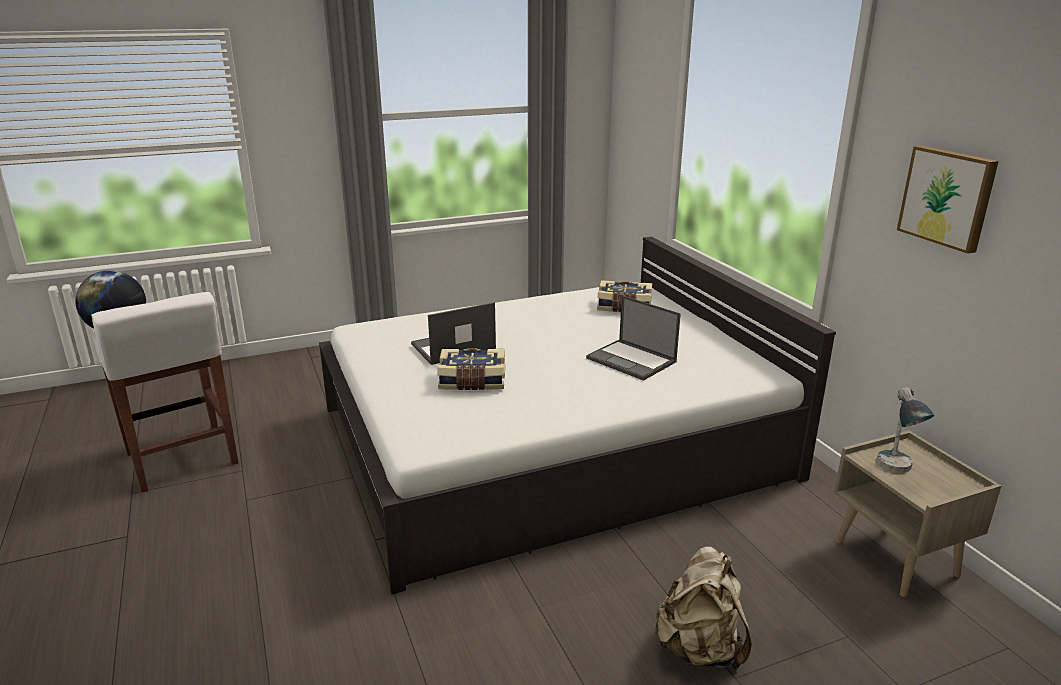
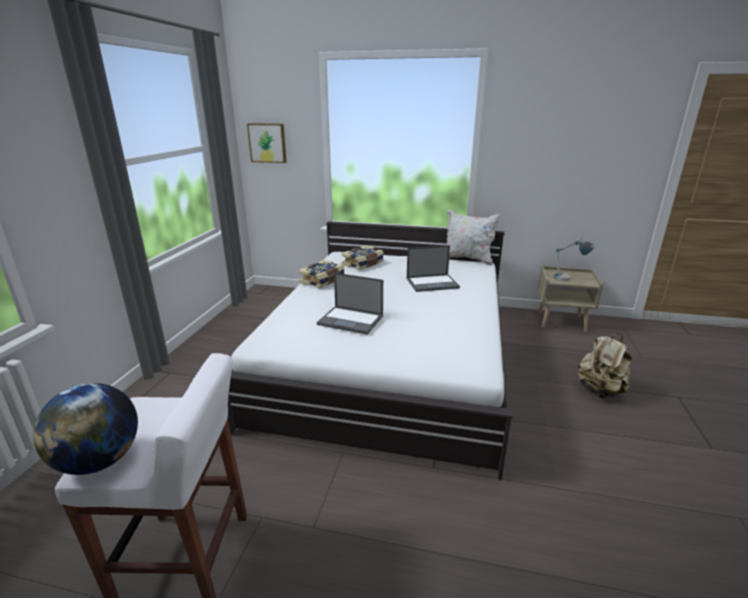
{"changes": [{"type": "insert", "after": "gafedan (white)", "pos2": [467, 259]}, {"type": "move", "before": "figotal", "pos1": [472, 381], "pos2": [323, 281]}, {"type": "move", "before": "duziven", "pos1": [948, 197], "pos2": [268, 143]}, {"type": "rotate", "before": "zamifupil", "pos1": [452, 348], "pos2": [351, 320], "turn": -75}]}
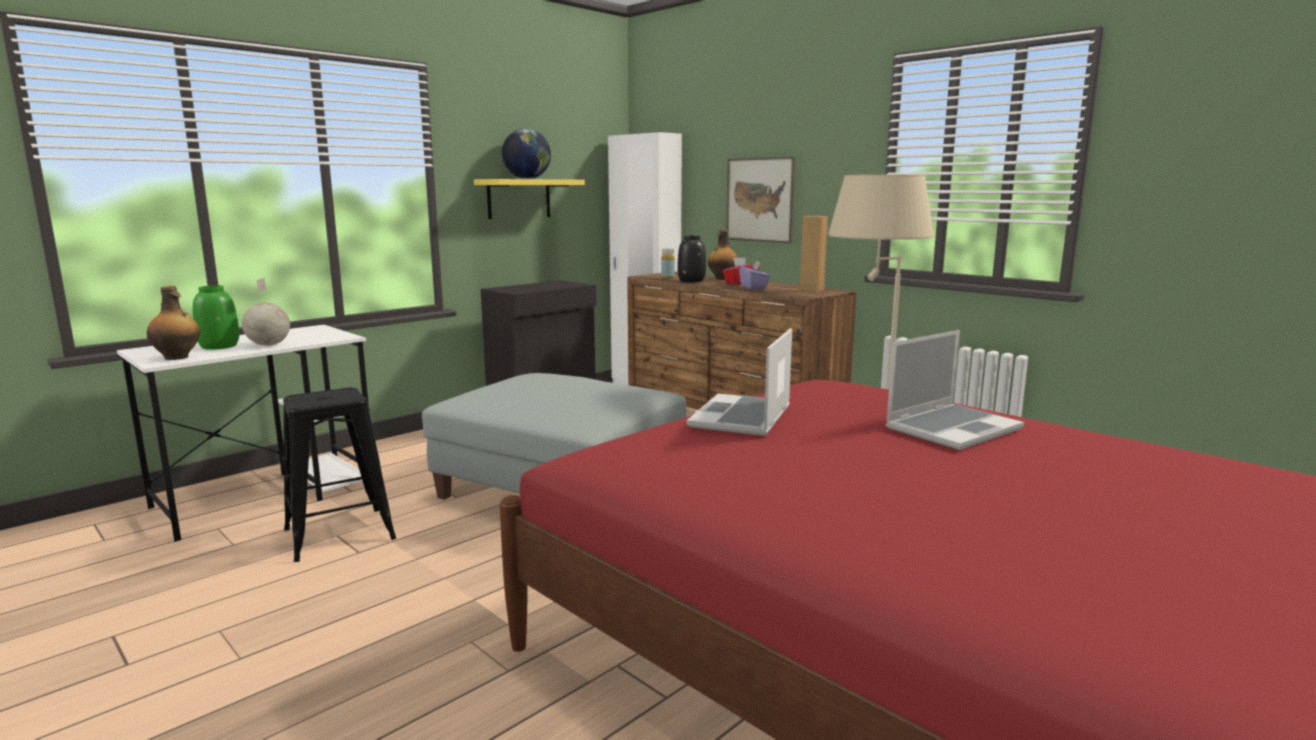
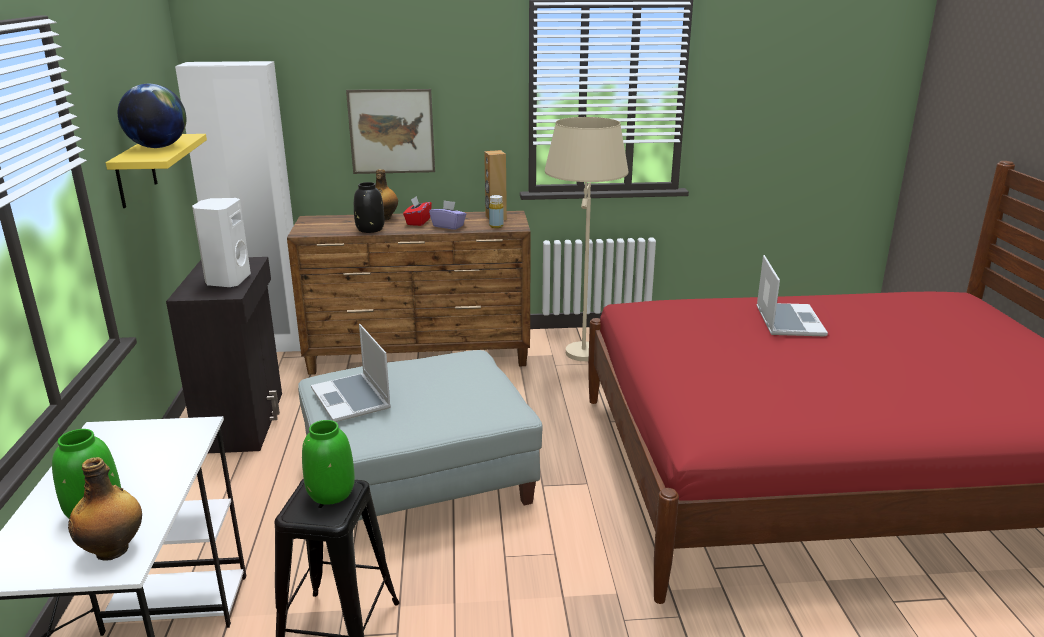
{"changes": [{"type": "delete", "before": "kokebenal", "pos1": [268, 345]}, {"type": "insert", "after": "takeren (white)", "pos2": [227, 280]}, {"type": "insert", "after": "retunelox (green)", "pos2": [332, 493]}, {"type": "move", "before": "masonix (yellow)", "pos1": [667, 277], "pos2": [496, 226]}, {"type": "move", "before": "zamifupil", "pos1": [742, 418], "pos2": [352, 399]}]}
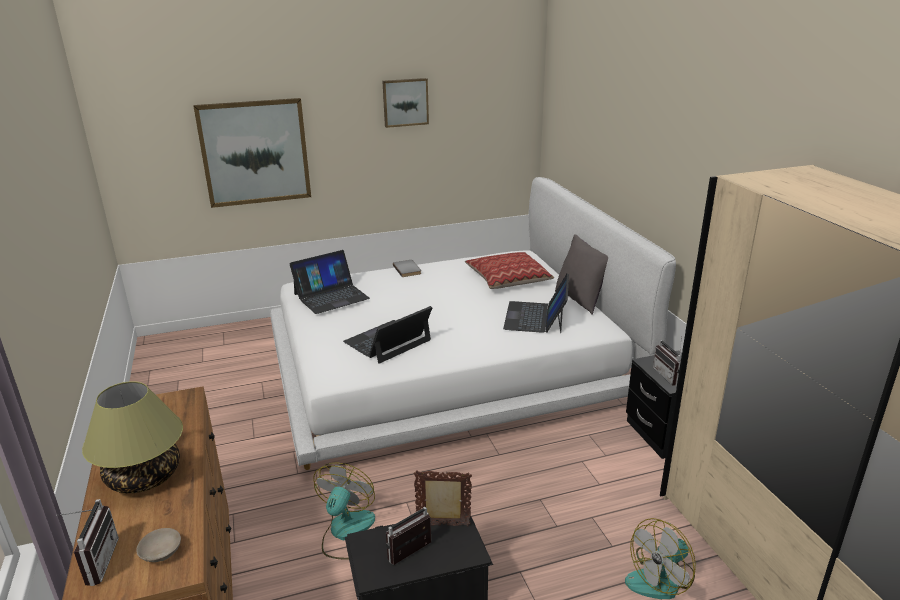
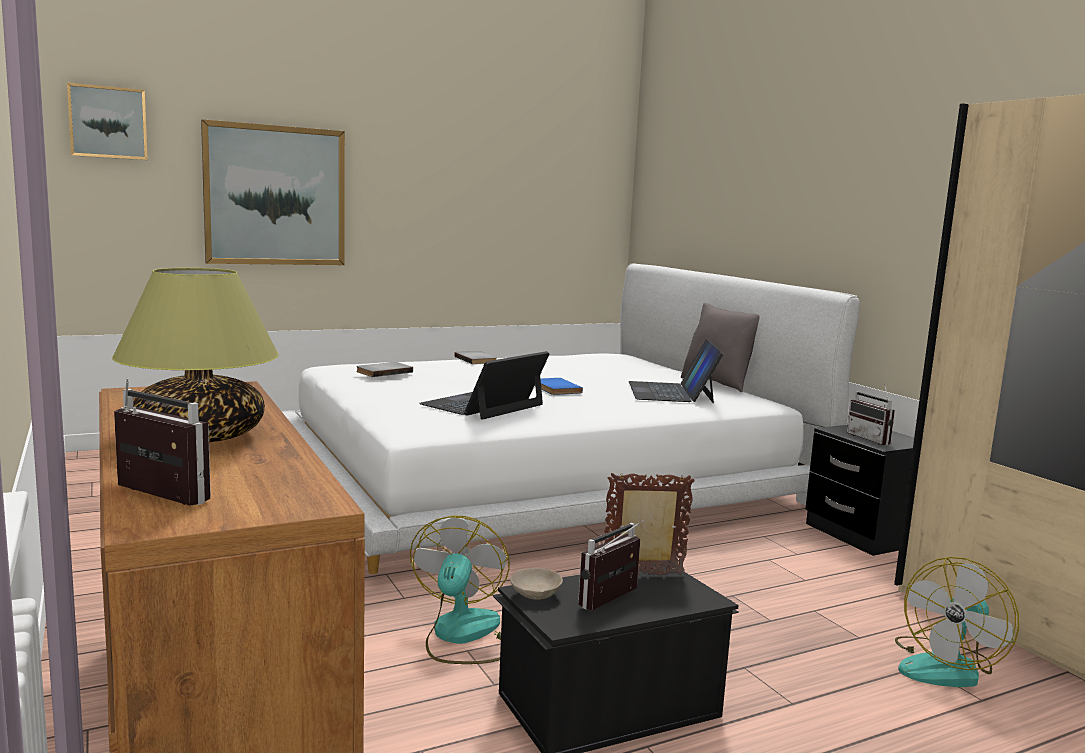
{"changes": [{"type": "delete", "before": "gafedan", "pos1": [507, 279]}, {"type": "insert", "after": "figotal (blue)", "pos2": [555, 389]}, {"type": "move", "before": "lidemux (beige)", "pos1": [162, 552], "pos2": [536, 593]}, {"type": "move", "before": "duziven", "pos1": [405, 102], "pos2": [108, 122]}, {"type": "replace", "before": "zamifupil", "after": "figotal (grey)", "pos1": [331, 296], "pos2": [383, 371]}, {"type": "rotate", "before": "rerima", "pos1": [95, 562], "pos2": [150, 498], "turn": -45}]}
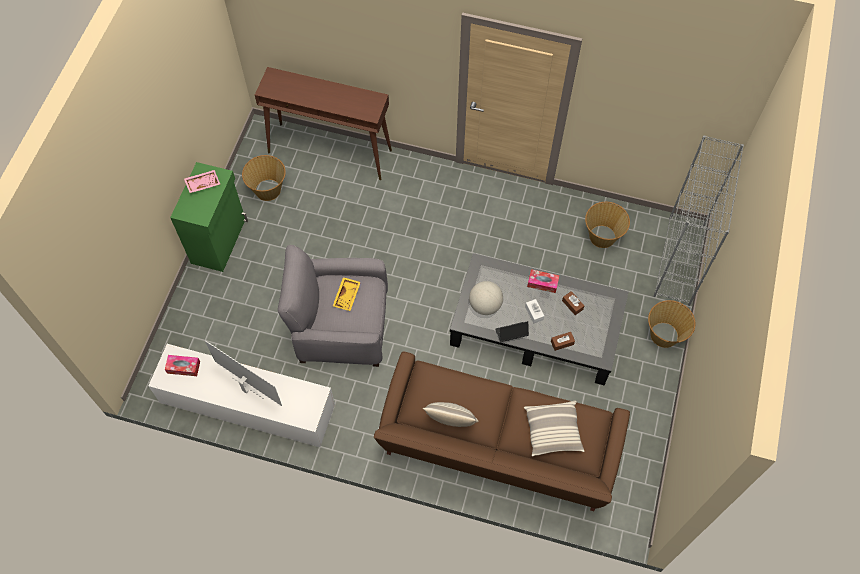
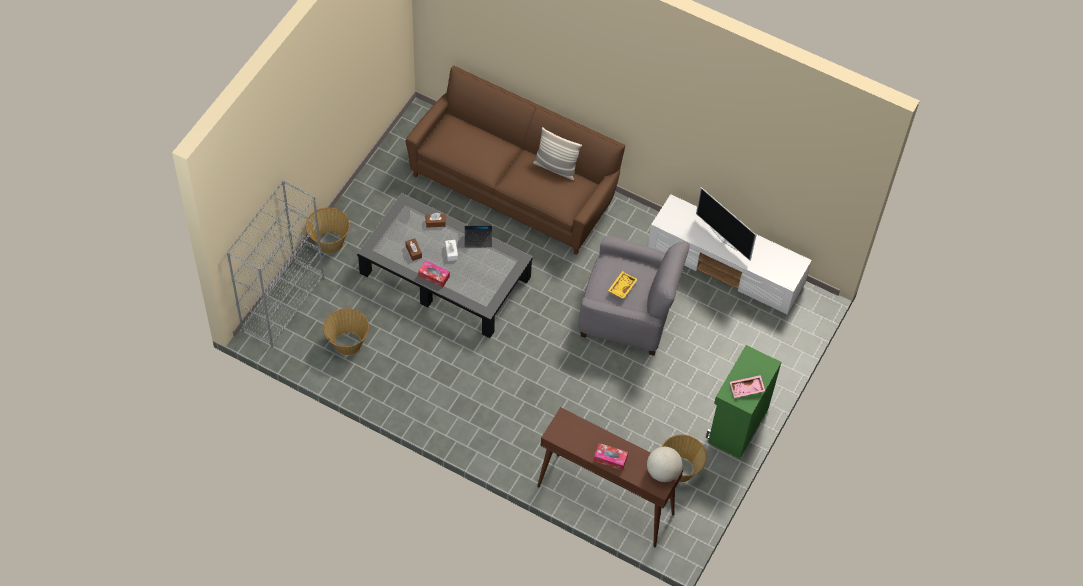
{"changes": [{"type": "delete", "before": "gafedan", "pos1": [553, 432]}, {"type": "move", "before": "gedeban", "pos1": [183, 367], "pos2": [610, 459]}, {"type": "move", "before": "kokebenal", "pos1": [485, 305], "pos2": [663, 472]}]}
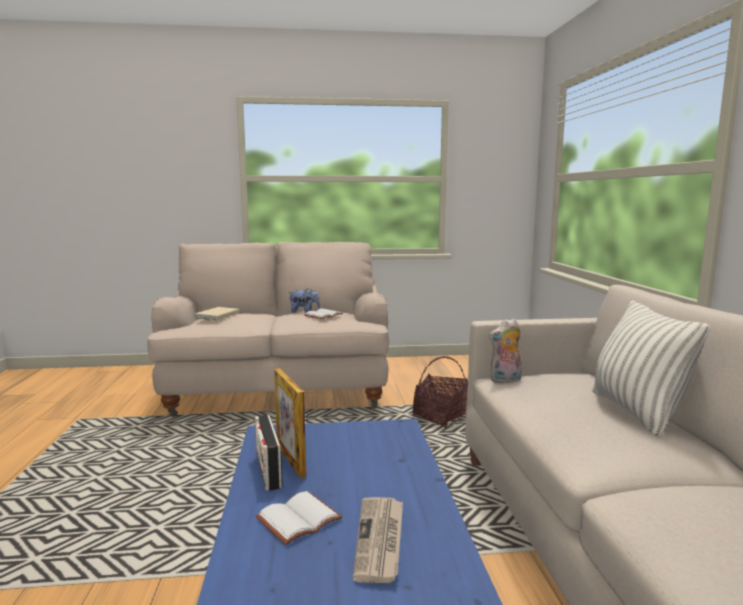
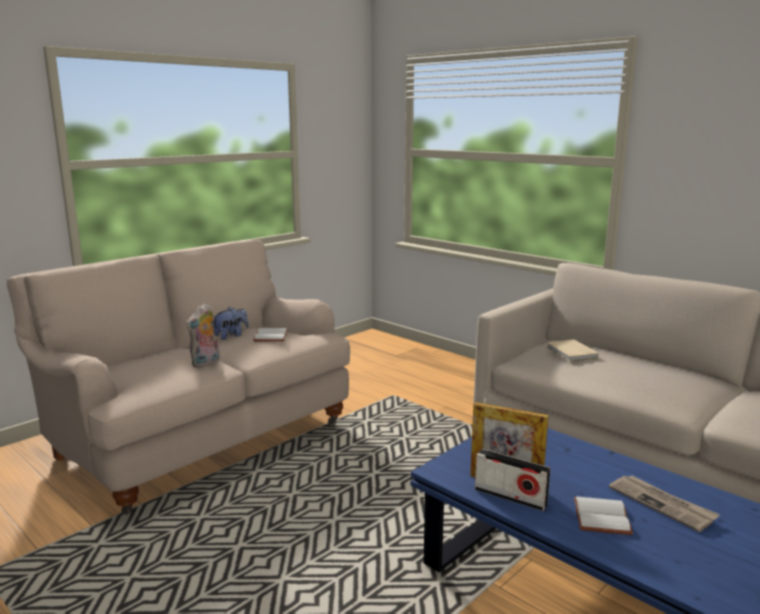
{"changes": [{"type": "delete", "before": "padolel", "pos1": [441, 417]}, {"type": "delete", "before": "gafedan", "pos1": [636, 412]}, {"type": "move", "before": "figotal (beige)", "pos1": [216, 315], "pos2": [571, 353]}, {"type": "move", "before": "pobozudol", "pos1": [505, 380], "pos2": [206, 363]}]}
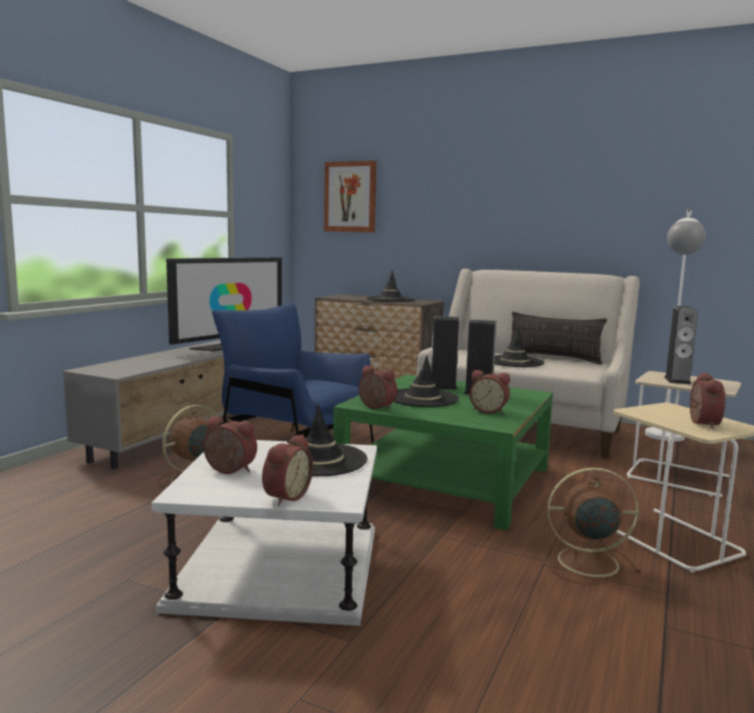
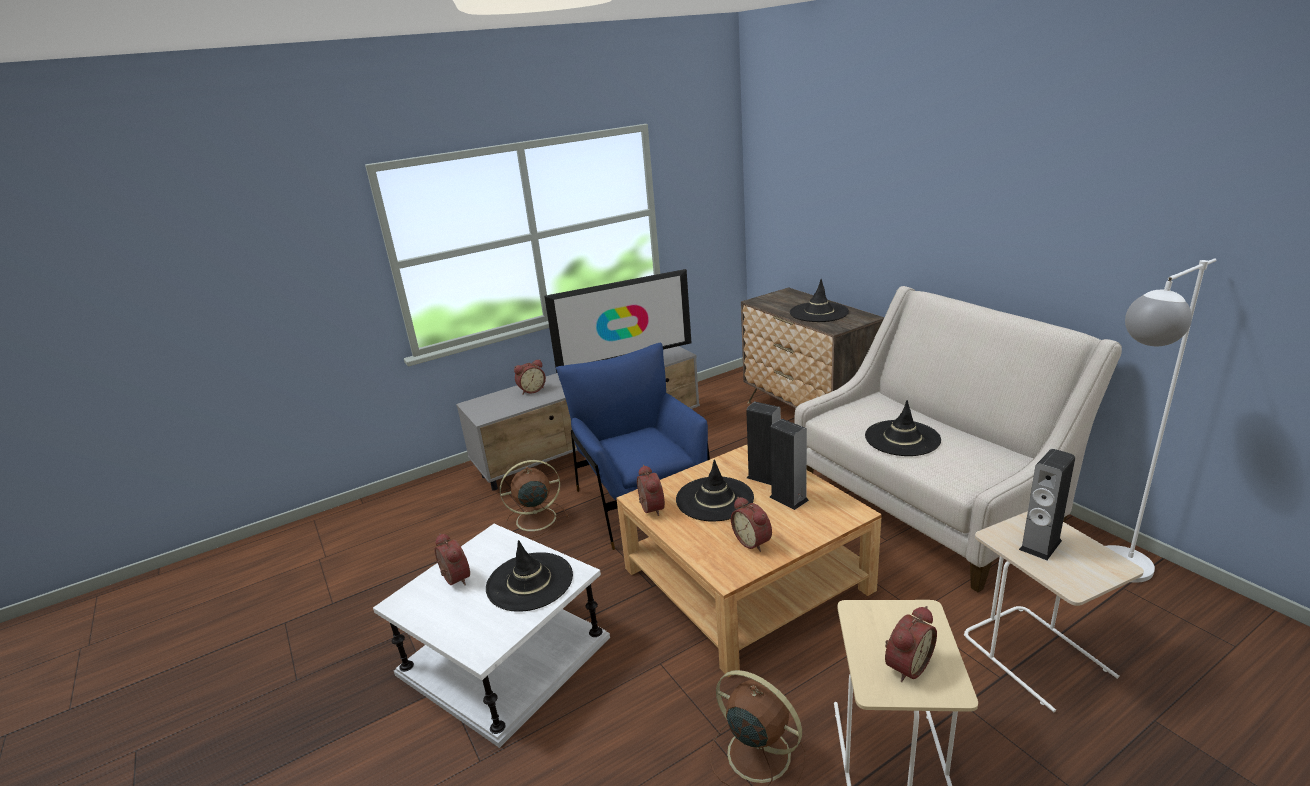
{"changes": [{"type": "delete", "before": "duziven", "pos1": [350, 197]}, {"type": "delete", "before": "gafedan", "pos1": [553, 358]}, {"type": "move", "before": "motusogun", "pos1": [285, 496], "pos2": [531, 390]}, {"type": "recolor", "before": "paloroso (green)", "after": "paloroso (beige)", "pos1": [446, 479], "pos2": [745, 579]}]}
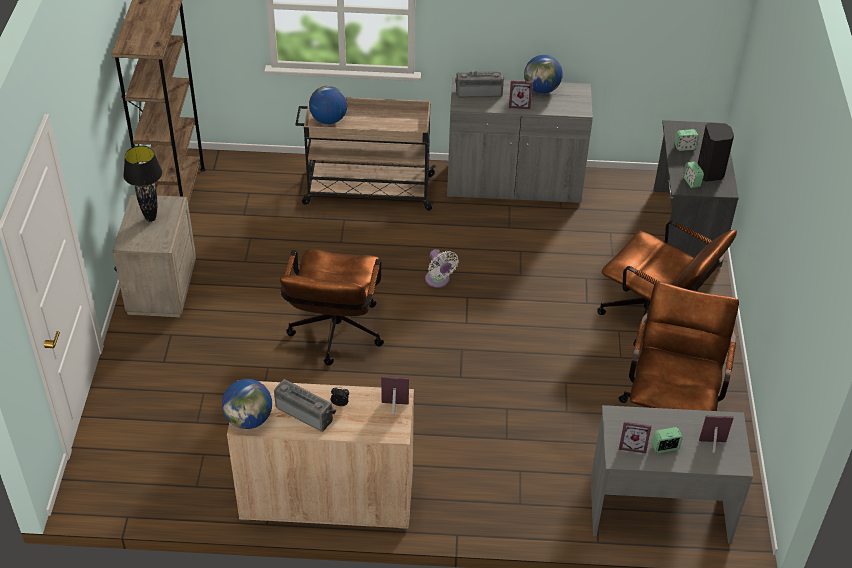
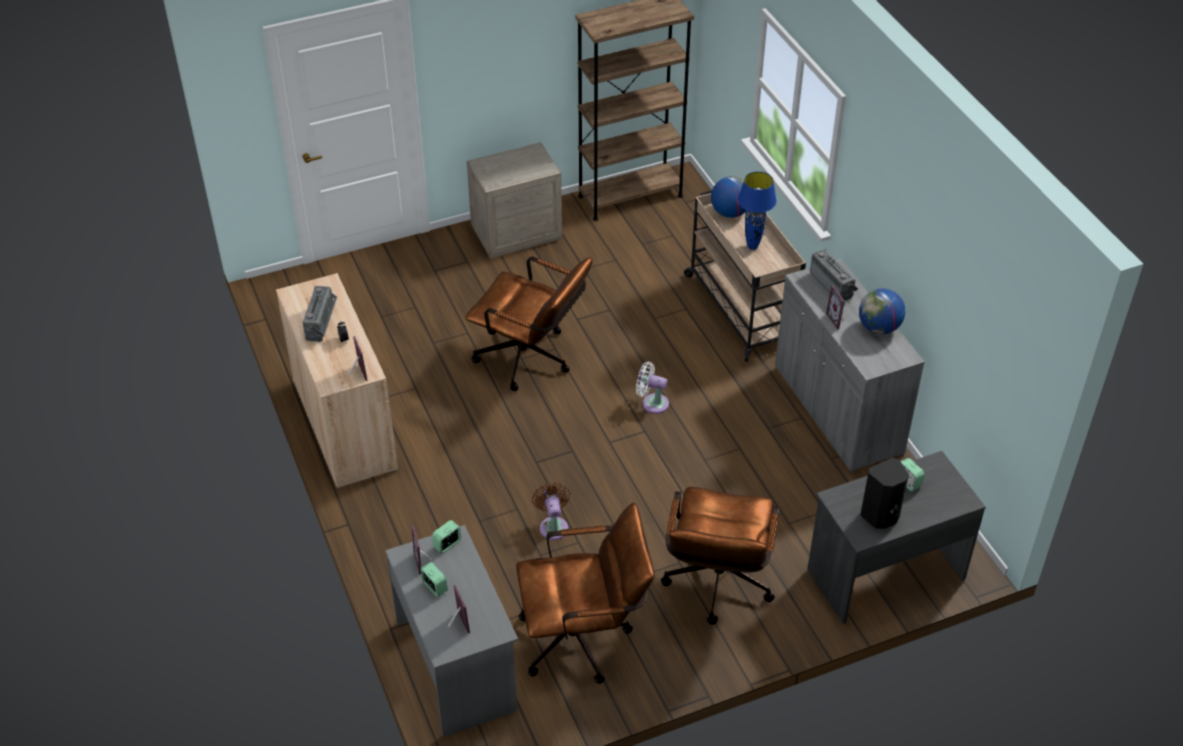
{"changes": [{"type": "delete", "before": "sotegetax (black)", "pos1": [151, 218]}, {"type": "delete", "before": "kokebenal", "pos1": [249, 419]}, {"type": "insert", "after": "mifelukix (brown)", "pos2": [553, 525]}, {"type": "insert", "after": "sotegetax (blue)", "pos2": [752, 246]}, {"type": "move", "before": "motusogun", "pos1": [691, 182], "pos2": [447, 544]}, {"type": "rotate", "before": "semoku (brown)", "pos1": [335, 336], "pos2": [531, 360], "turn": -135}, {"type": "rotate", "before": "mifelukix (white)", "pos1": [438, 280], "pos2": [652, 403], "turn": 75}]}
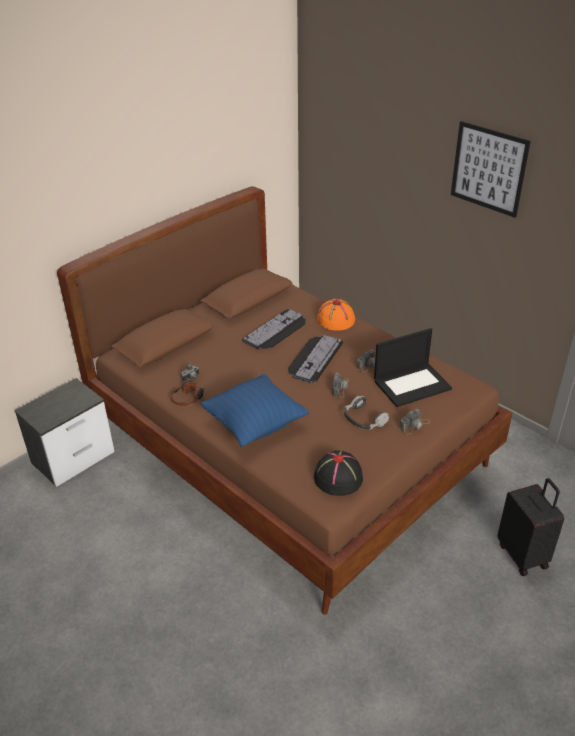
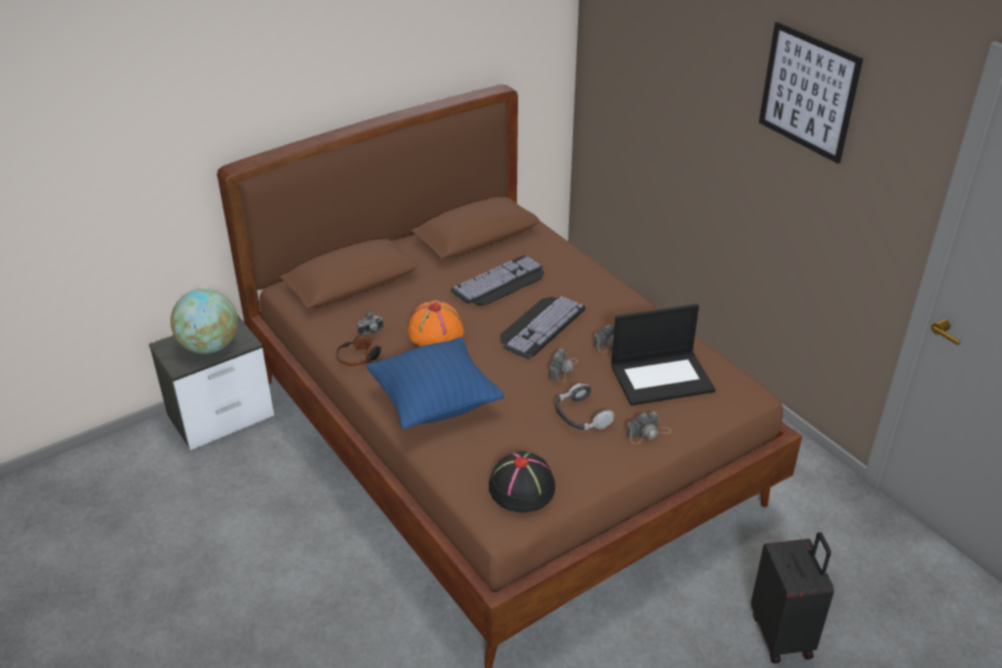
{"changes": [{"type": "insert", "after": "kokebenal", "pos2": [209, 346]}, {"type": "move", "before": "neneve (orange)", "pos1": [335, 320], "pos2": [435, 331]}]}
